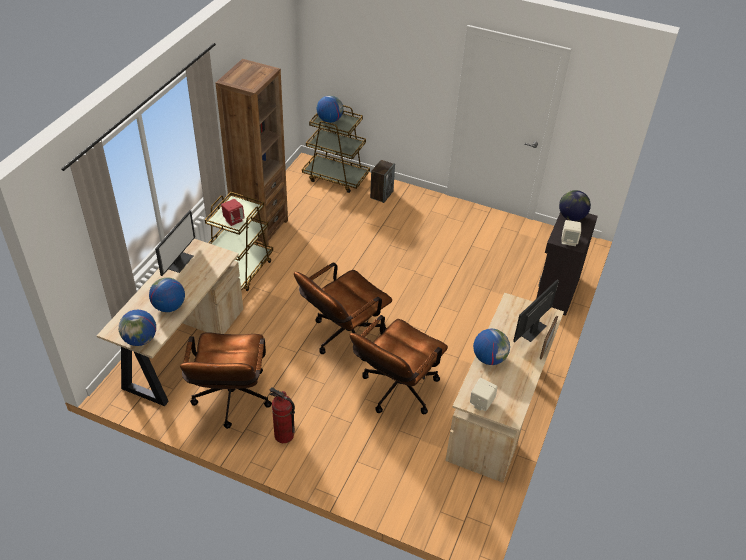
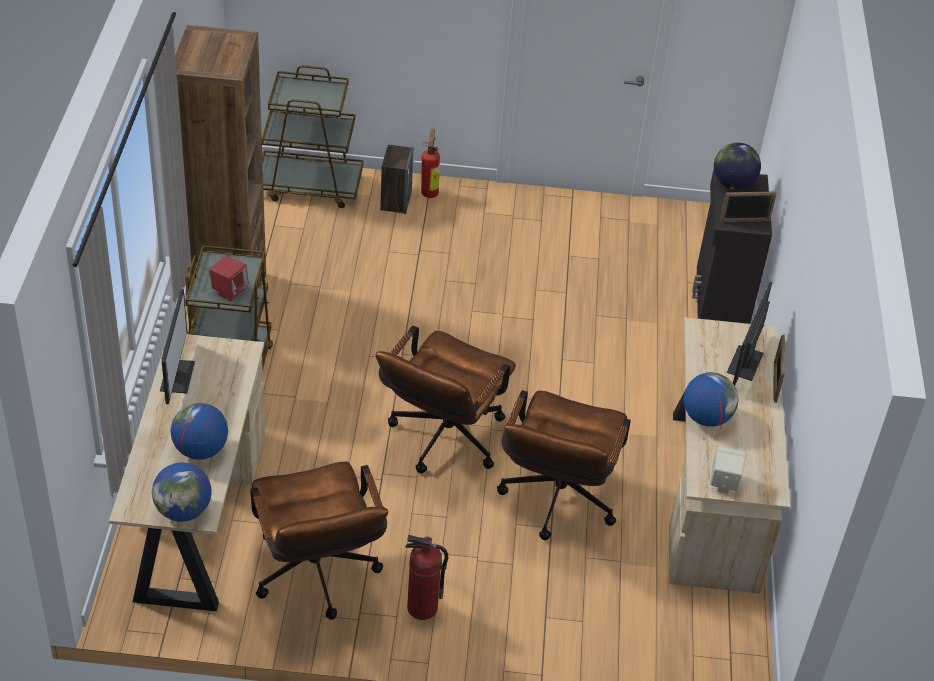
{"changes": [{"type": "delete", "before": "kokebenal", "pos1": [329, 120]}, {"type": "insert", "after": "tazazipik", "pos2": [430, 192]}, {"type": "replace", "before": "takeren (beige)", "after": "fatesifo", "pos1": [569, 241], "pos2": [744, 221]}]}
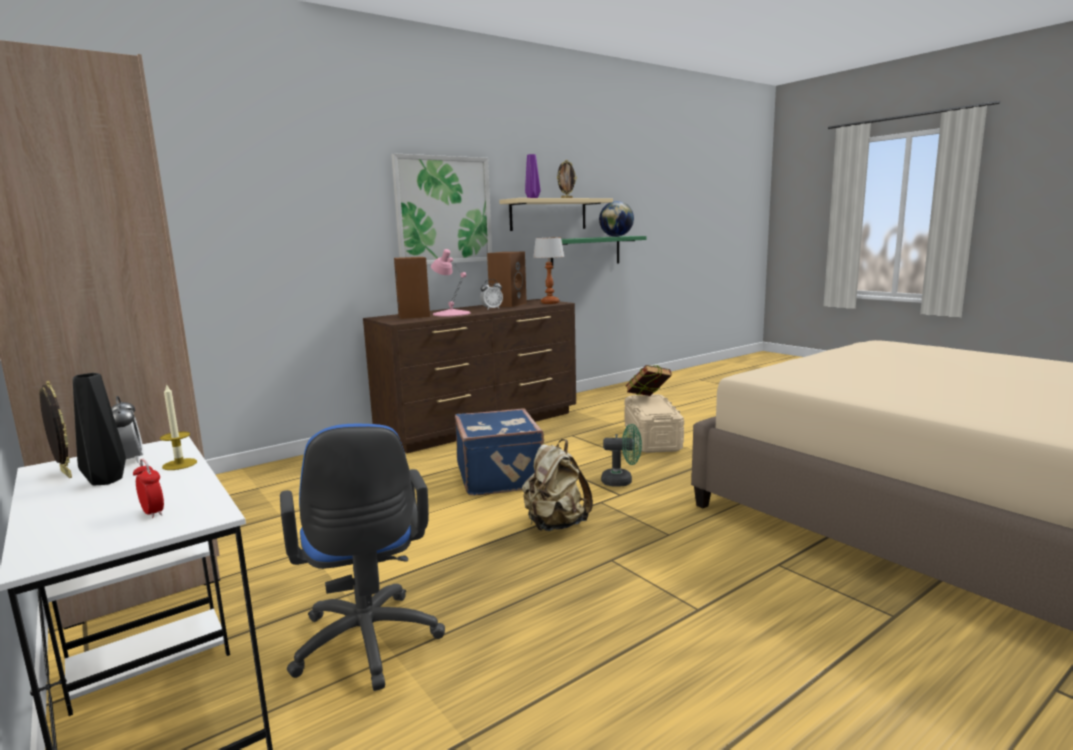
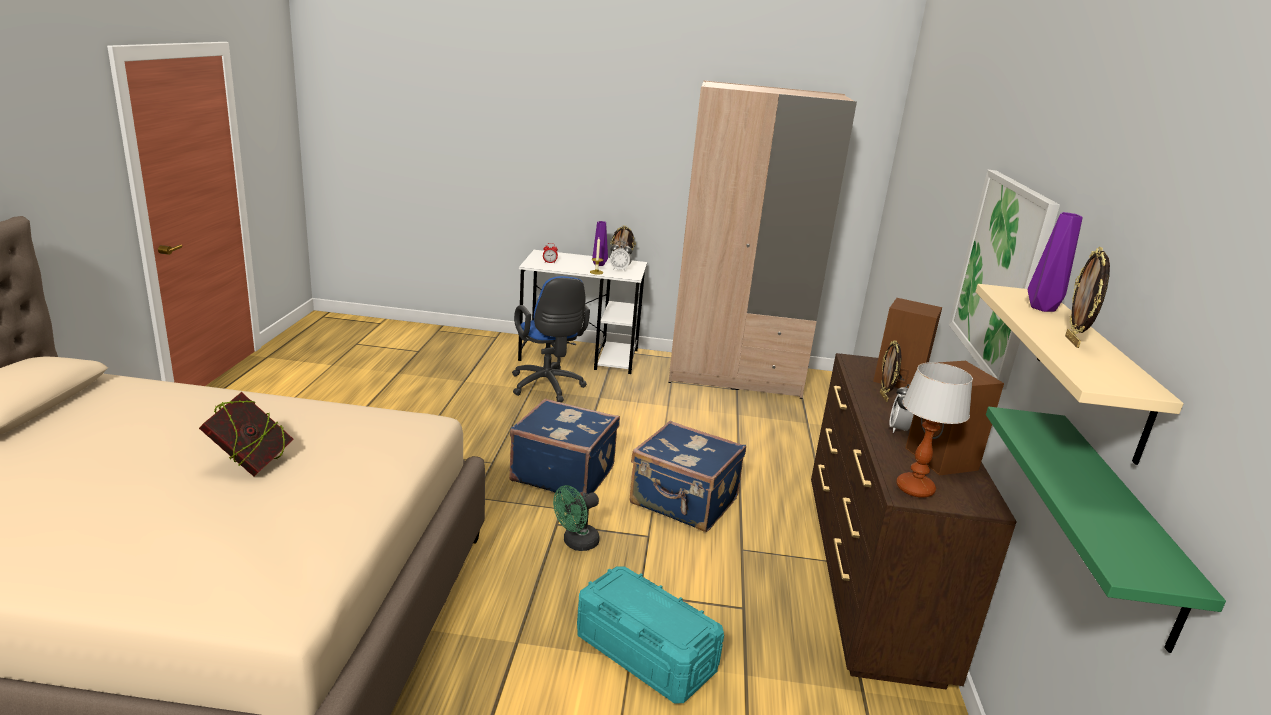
{"changes": [{"type": "delete", "before": "kokebenal", "pos1": [616, 236]}, {"type": "move", "before": "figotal", "pos1": [648, 399], "pos2": [251, 464]}, {"type": "replace", "before": "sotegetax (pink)", "after": "fatesifo", "pos1": [451, 313], "pos2": [884, 397]}, {"type": "replace", "before": "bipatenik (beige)", "after": "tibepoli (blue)", "pos1": [555, 525], "pos2": [563, 473]}, {"type": "recolor", "before": "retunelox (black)", "after": "retunelox (purple)", "pos1": [108, 480], "pos2": [599, 265]}, {"type": "recolor", "before": "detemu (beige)", "after": "detemu (turquoise)", "pos1": [652, 438], "pos2": [645, 653]}, {"type": "rotate", "before": "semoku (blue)", "pos1": [367, 646], "pos2": [548, 387], "turn": -135}]}
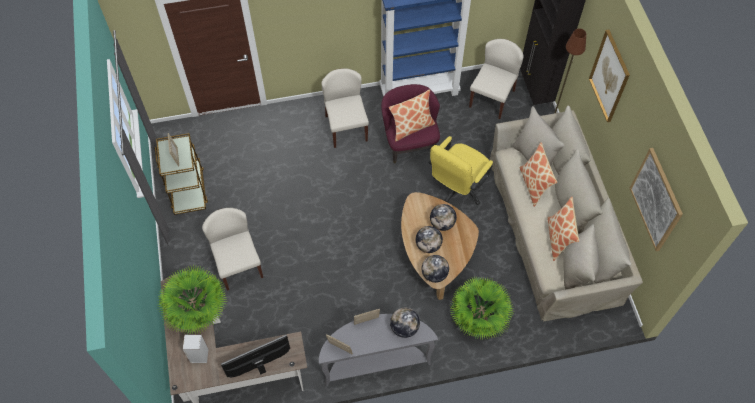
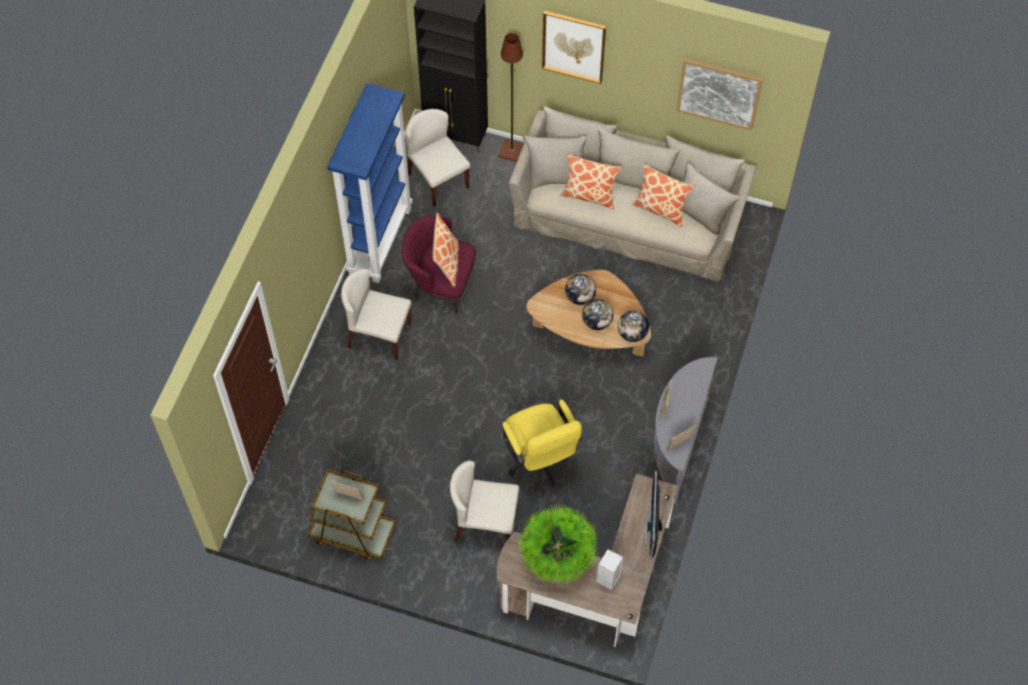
{"changes": [{"type": "delete", "before": "kokebenal", "pos1": [404, 328]}, {"type": "delete", "before": "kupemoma", "pos1": [478, 319]}, {"type": "move", "before": "semoku (yellow)", "pos1": [457, 189], "pos2": [539, 459]}]}
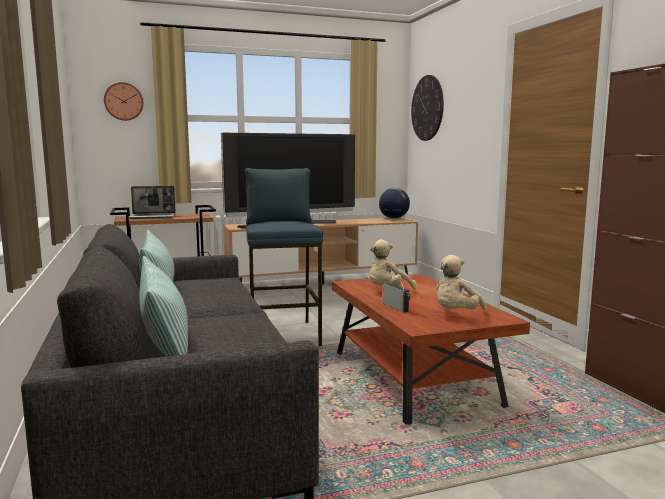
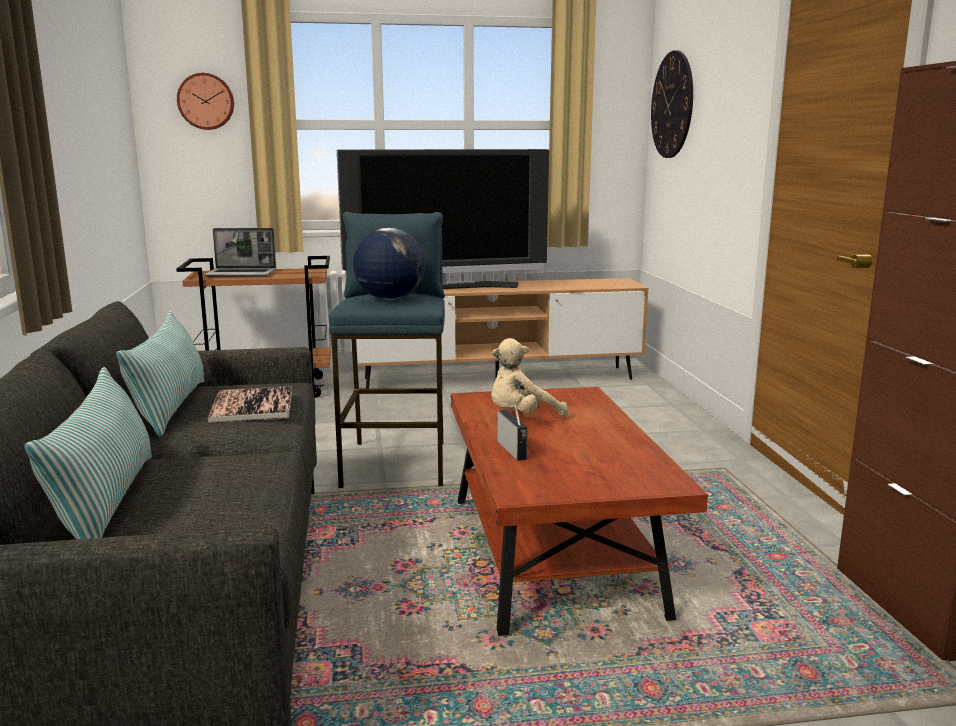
{"changes": [{"type": "delete", "before": "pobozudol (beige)", "pos1": [455, 314]}, {"type": "insert", "after": "figotal", "pos2": [252, 406]}, {"type": "move", "before": "kokebenal", "pos1": [393, 218], "pos2": [389, 299]}]}
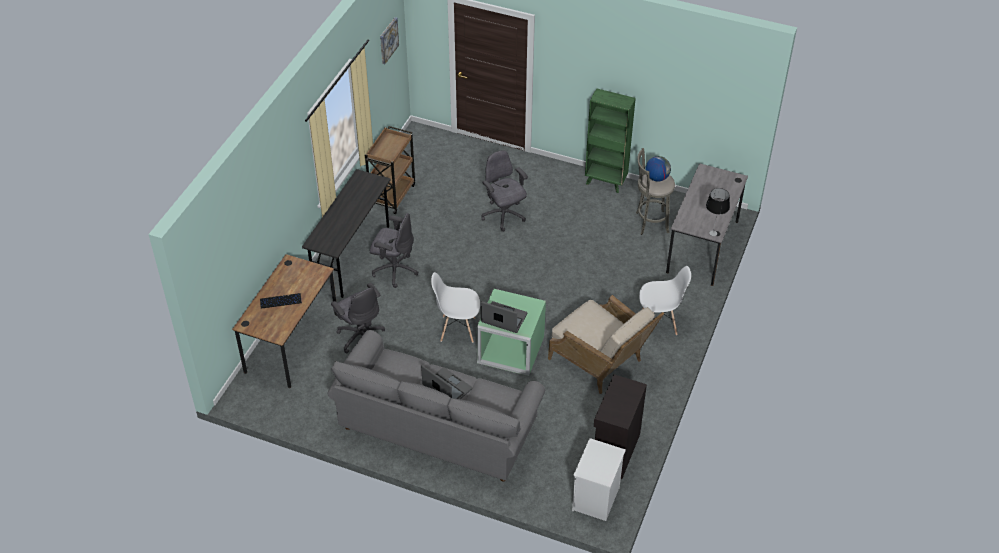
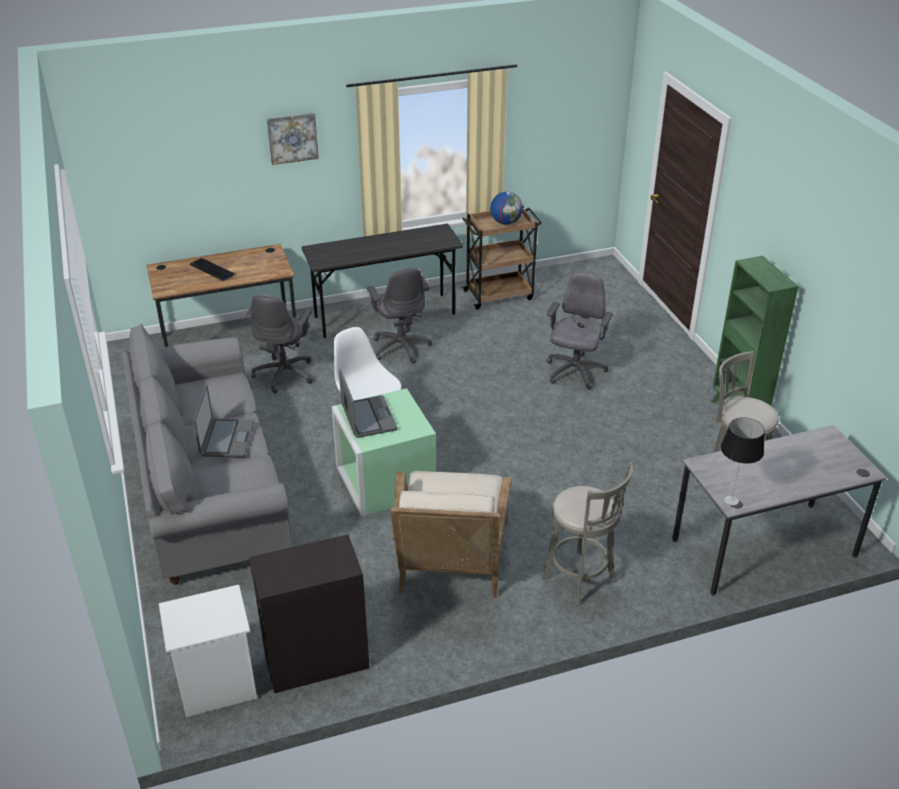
{"changes": [{"type": "move", "before": "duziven", "pos1": [388, 40], "pos2": [292, 138]}, {"type": "move", "before": "kokebenal", "pos1": [656, 178], "pos2": [506, 222]}, {"type": "replace", "before": "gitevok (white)", "after": "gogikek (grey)", "pos1": [659, 323], "pos2": [581, 580]}]}
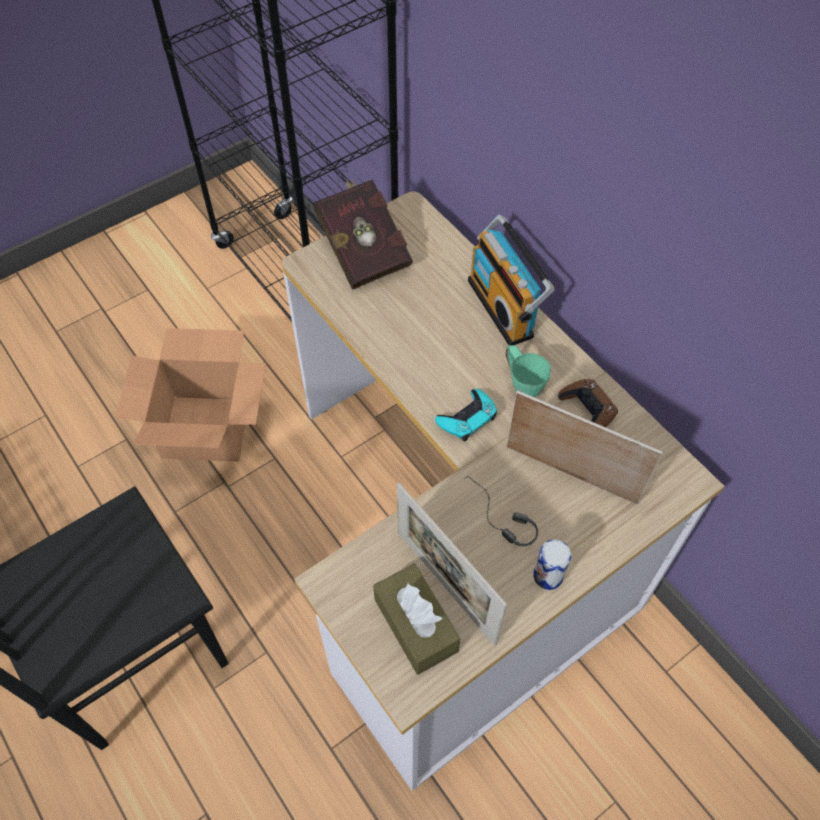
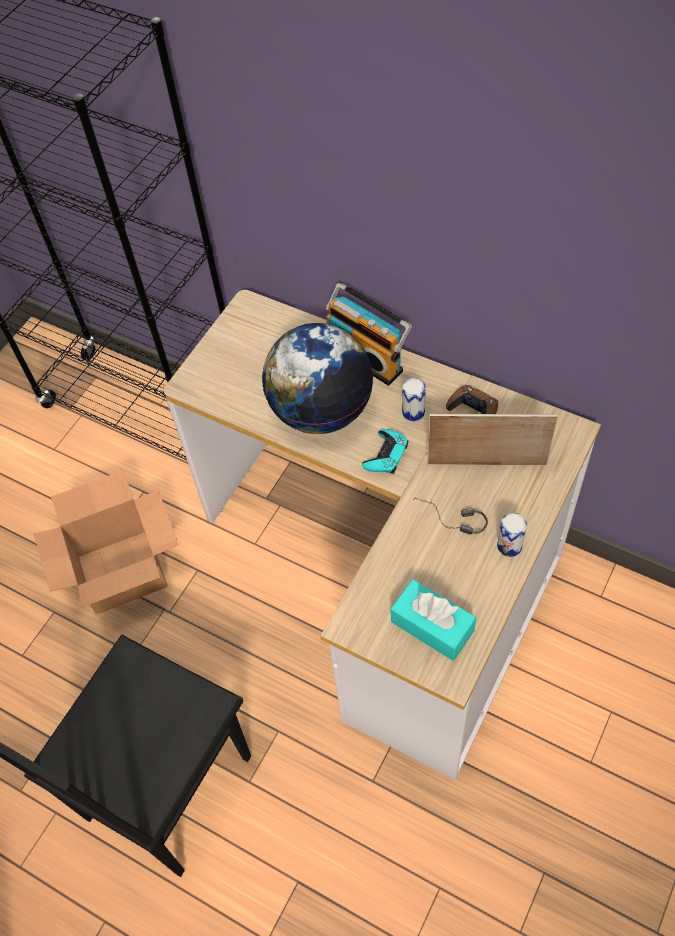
{"changes": [{"type": "delete", "before": "figotal (red)", "pos1": [363, 249]}, {"type": "delete", "before": "fatesifo", "pos1": [445, 586]}, {"type": "insert", "after": "kokebenal", "pos2": [321, 410]}, {"type": "replace", "before": "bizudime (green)", "after": "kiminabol", "pos1": [521, 385], "pos2": [413, 412]}, {"type": "recolor", "before": "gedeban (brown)", "after": "gedeban (turquoise)", "pos1": [416, 625], "pos2": [432, 626]}]}
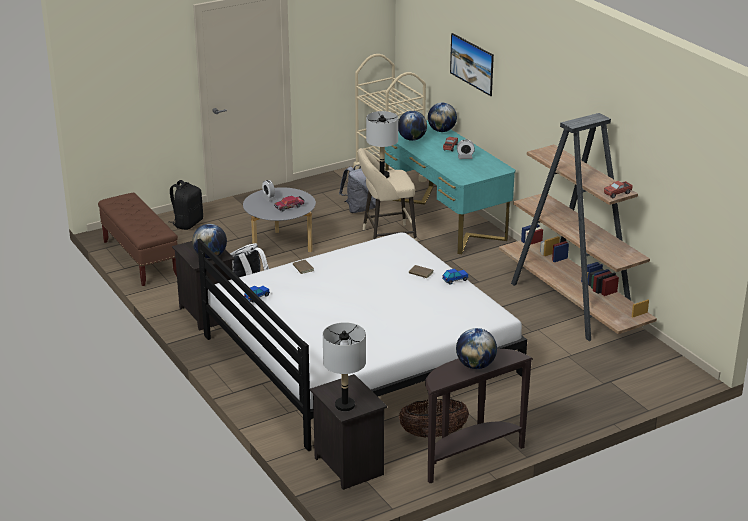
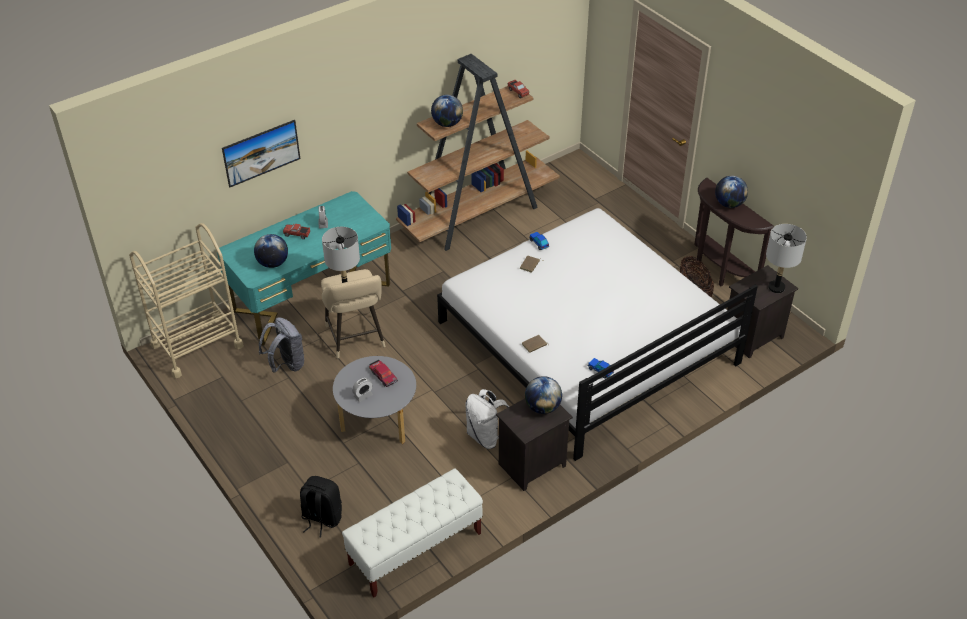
{"changes": [{"type": "move", "before": "kokebenal", "pos1": [441, 130], "pos2": [447, 124]}, {"type": "recolor", "before": "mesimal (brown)", "after": "mesimal (white)", "pos1": [140, 259], "pos2": [415, 549]}]}
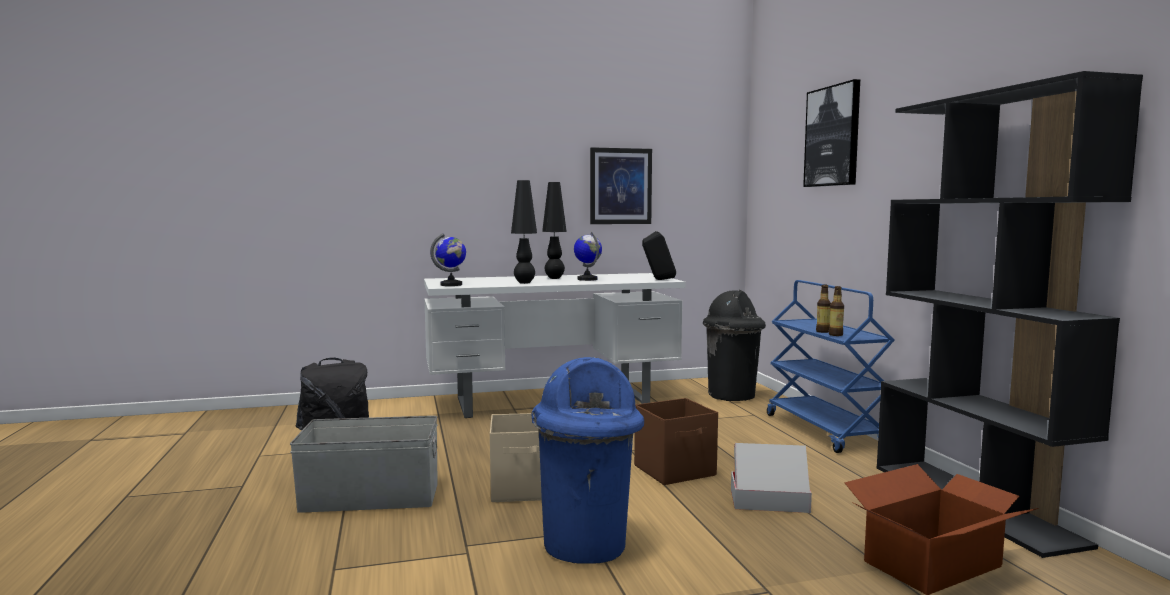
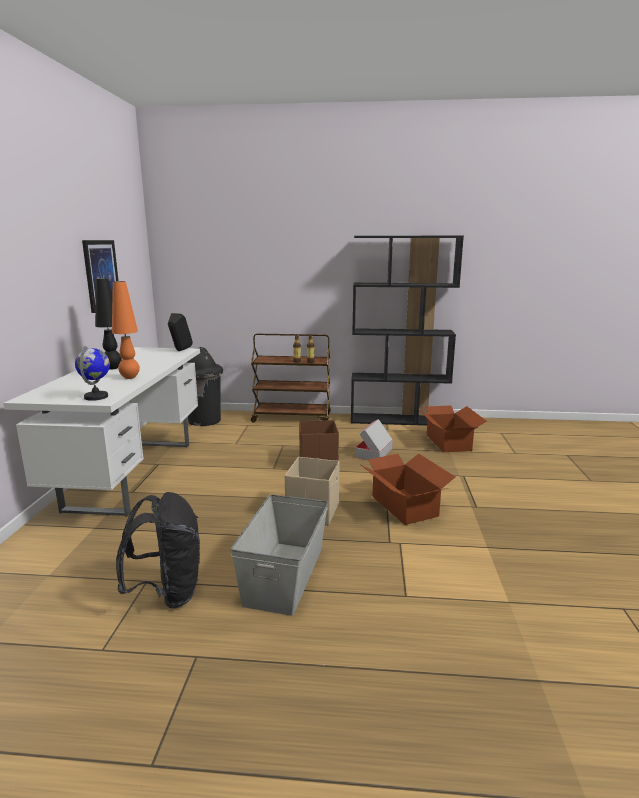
{"changes": [{"type": "delete", "before": "kokebenal", "pos1": [587, 279]}, {"type": "delete", "before": "duziven", "pos1": [833, 136]}, {"type": "replace", "before": "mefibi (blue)", "after": "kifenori", "pos1": [587, 545], "pos2": [404, 506]}, {"type": "recolor", "before": "sotegetax (black)", "after": "sotegetax (orange)", "pos1": [524, 283], "pos2": [130, 377]}, {"type": "recolor", "before": "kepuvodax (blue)", "after": "kepuvodax (brown)", "pos1": [825, 431], "pos2": [292, 418]}]}
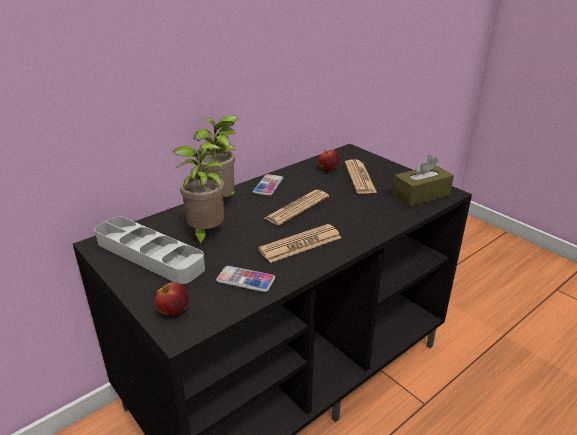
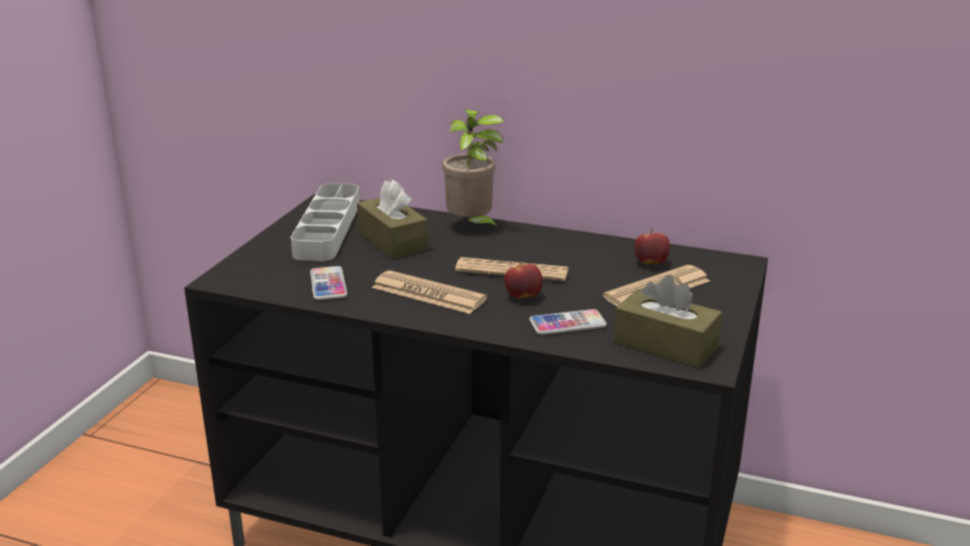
{"changes": [{"type": "move", "before": "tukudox", "pos1": [174, 311], "pos2": [523, 297]}, {"type": "move", "before": "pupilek", "pos1": [268, 185], "pos2": [567, 324]}, {"type": "replace", "before": "kupemoma", "after": "gedeban (brown)", "pos1": [205, 234], "pos2": [392, 241]}]}
